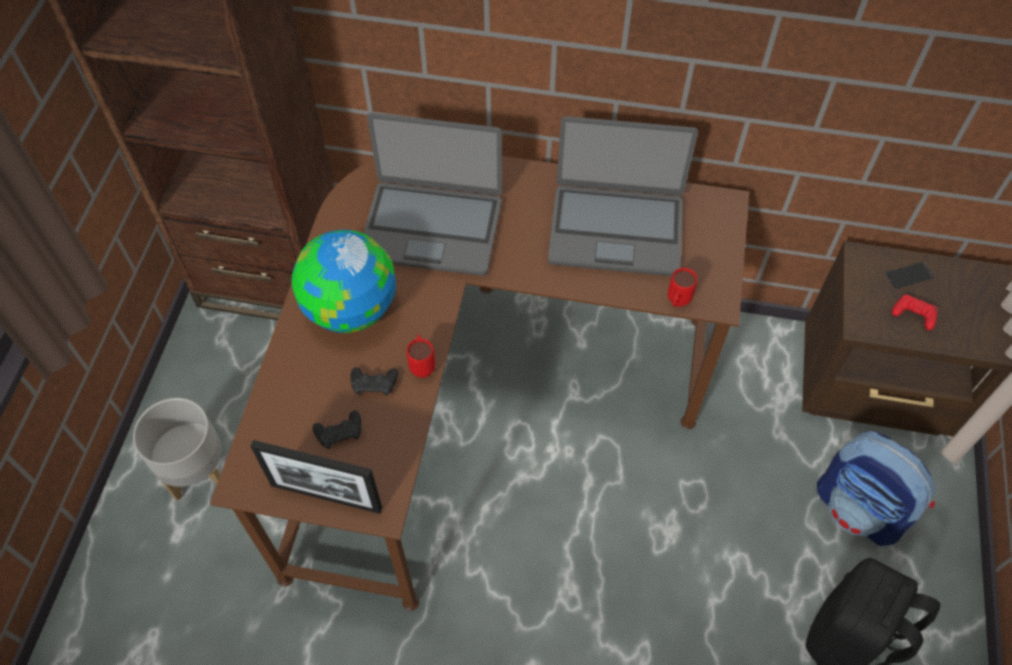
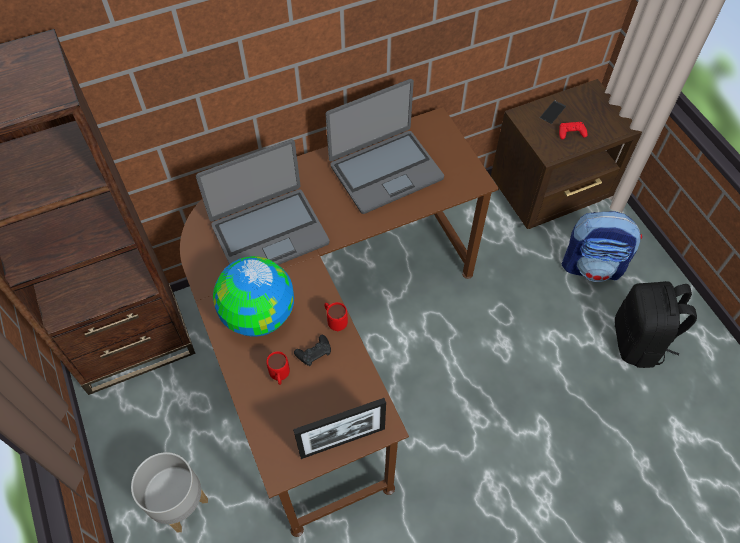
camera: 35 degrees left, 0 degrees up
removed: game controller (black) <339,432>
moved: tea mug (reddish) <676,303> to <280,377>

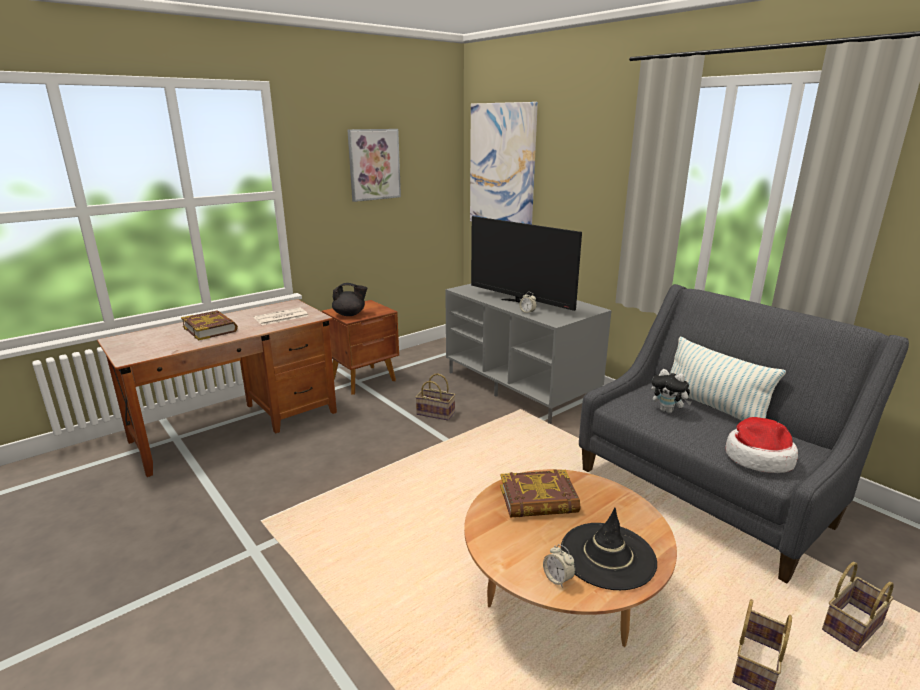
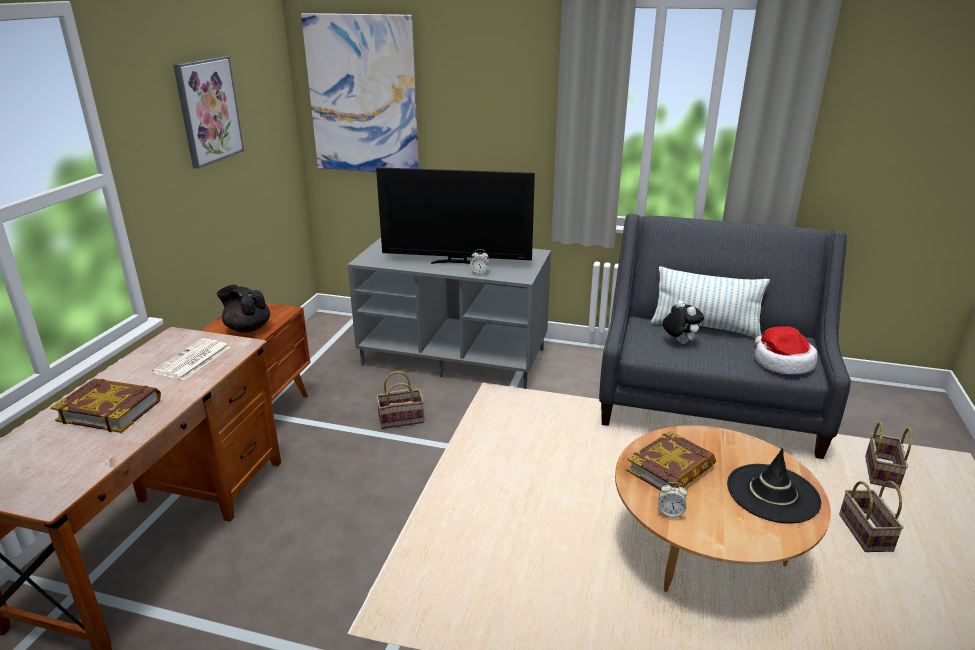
camera: 35 degrees left, 5 degrees up
moved: table clock <558,579> to <670,513>
turned: pot for tea (black) <350,314> = <247,328> 120 degrees counterclockwise; plush toy <668,411> = <679,342> 120 degrees counterclockwise

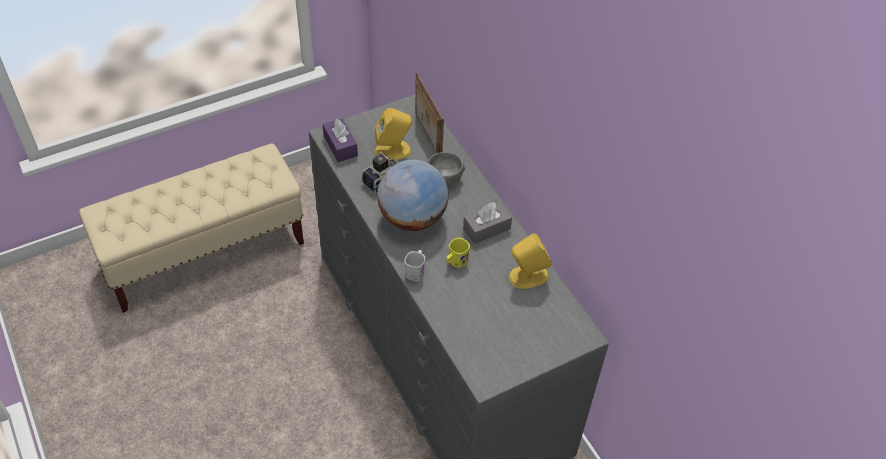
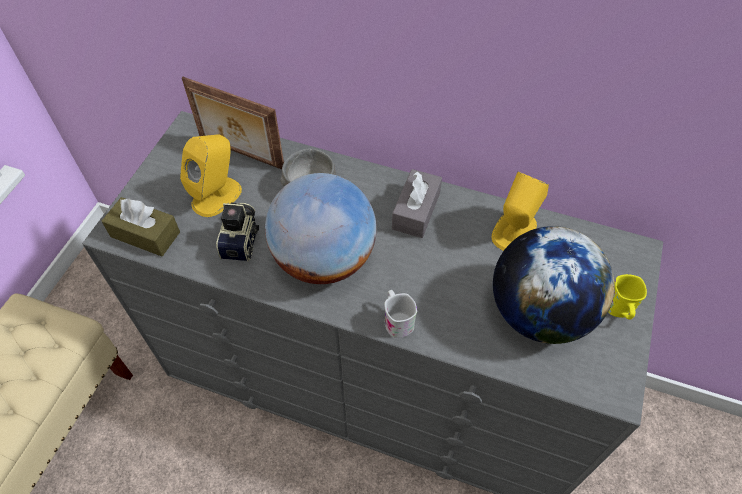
camera: 40 degrees left, 5 degrees up
added: desk globe <539,313>
moved: tea mug (yellow-coloured) <455,262> to <619,310>
recoloured: tissue box (purplish) <340,146> to tissue box (brown-coloured) <145,234>

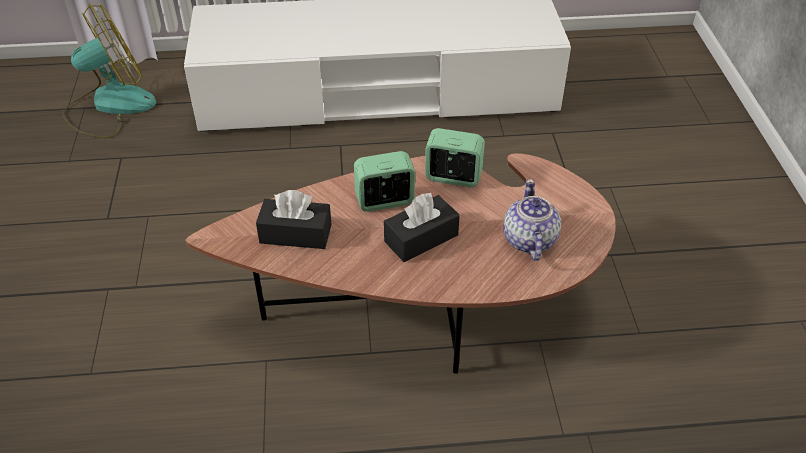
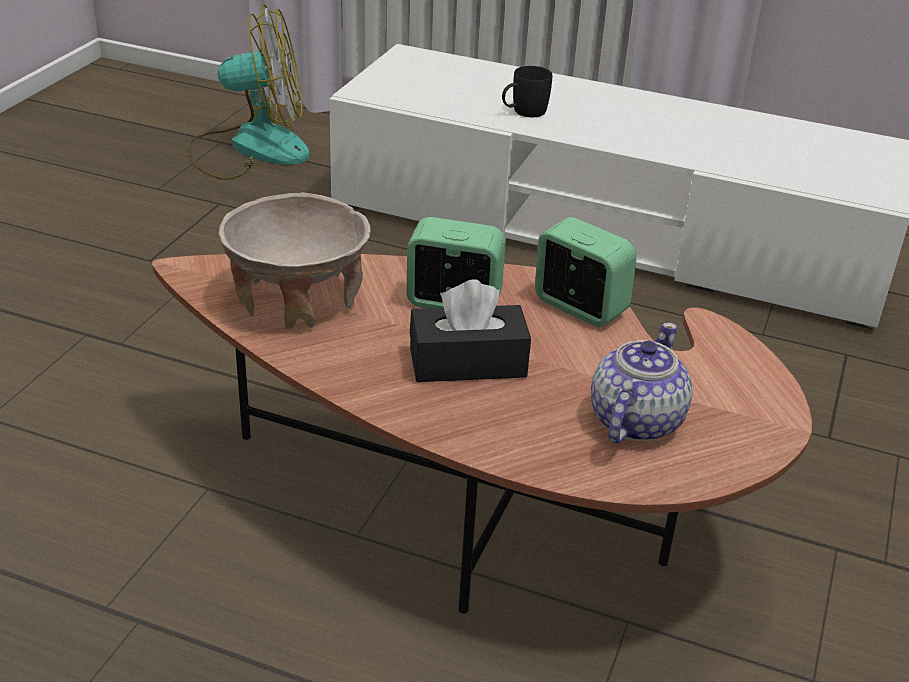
camera: 25 degrees right, 10 degrees down
added: tea mug (black) <523,112>
replaced: tissue box (black) <295,234> to serving bowl (beige) <296,300>

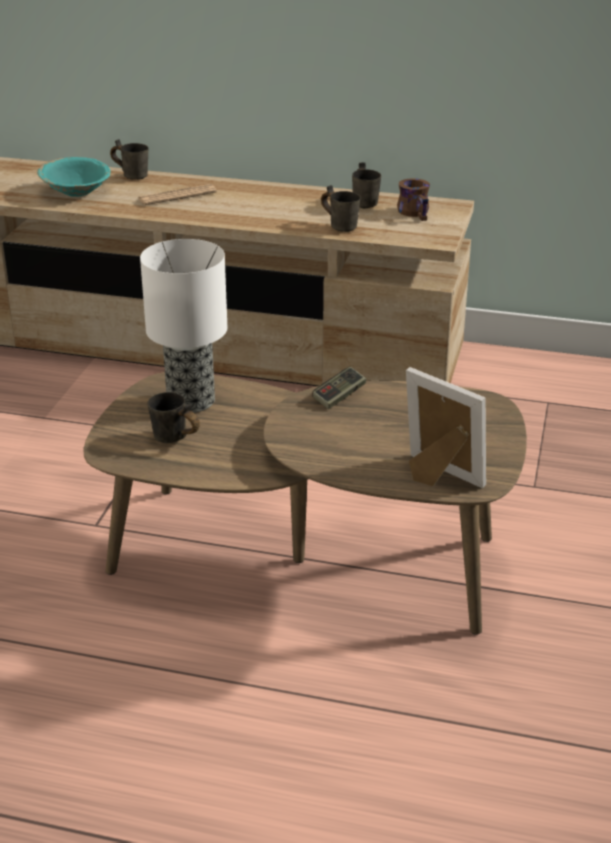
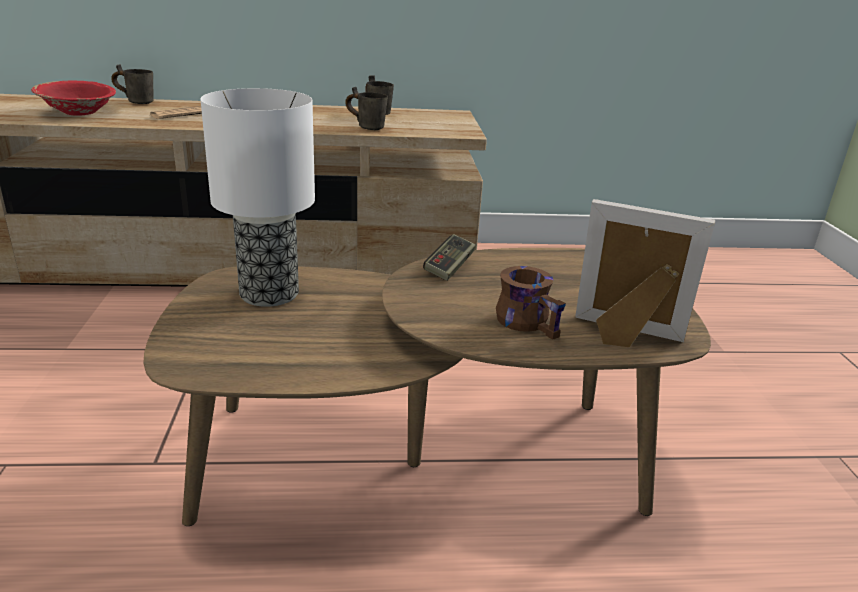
camera: 20 degrees left, 5 degrees down
removed: tea mug (grey) <173,441>
moved: tea mug (brown-coloured) <417,212> to <530,322>
recoloured: serving bowl (blue-green) <76,191> to serving bowl (reddish) <78,112>

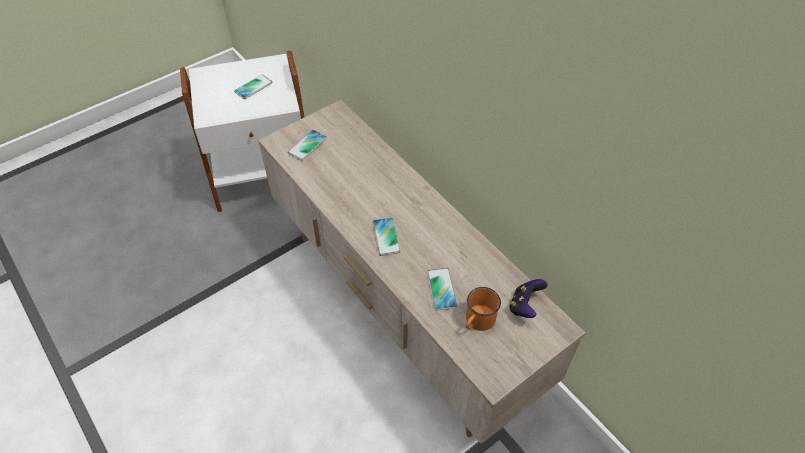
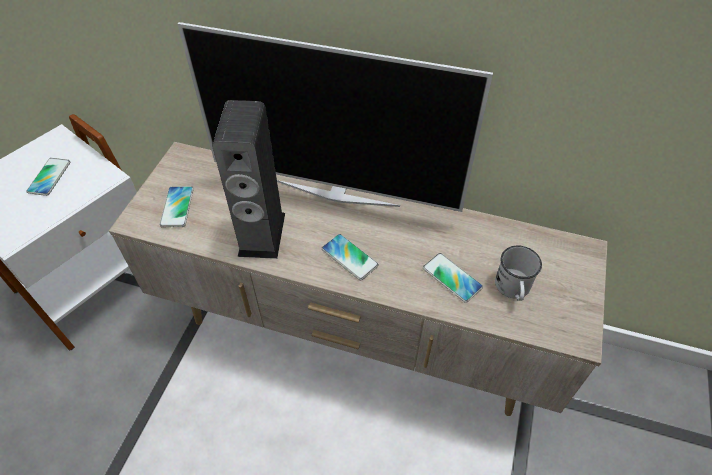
camera: 35 degrees left, 0 degrees up
removed: game controller <524,306>
added: TV <338,192>; audio speaker <262,234>
recoloured: tea mug (orange-coloured) <477,321> to tea mug (white-coloured) <513,289>

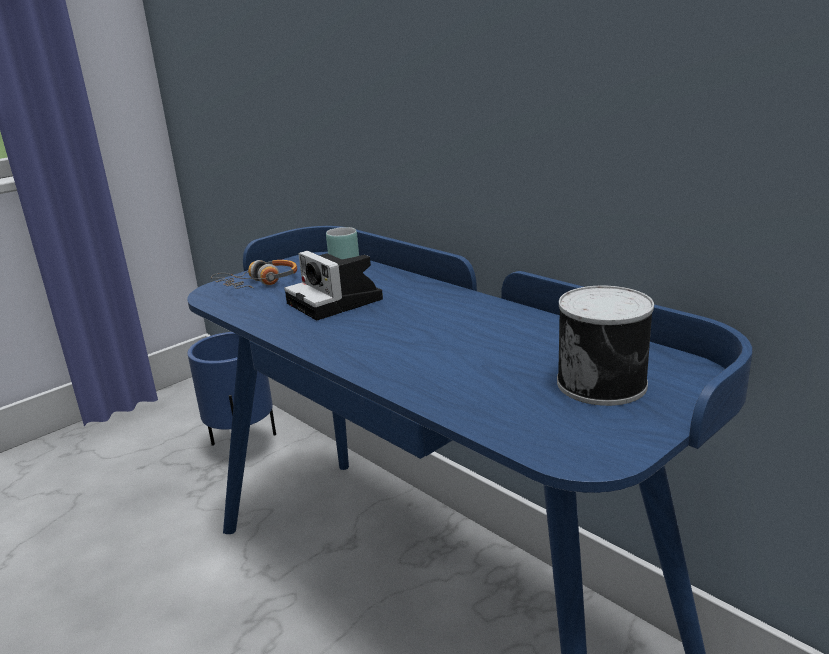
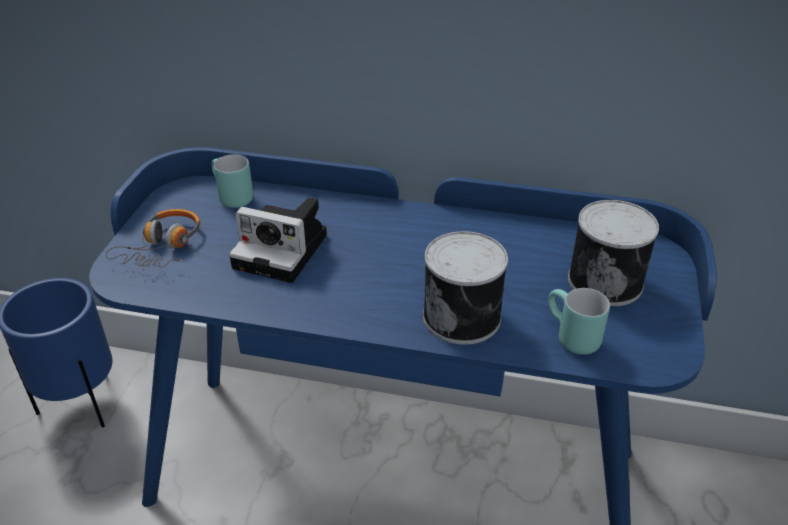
camera: 35 degrees left, 15 degrees up
added: can <463,316>; tea mug (blue-green) <569,337>

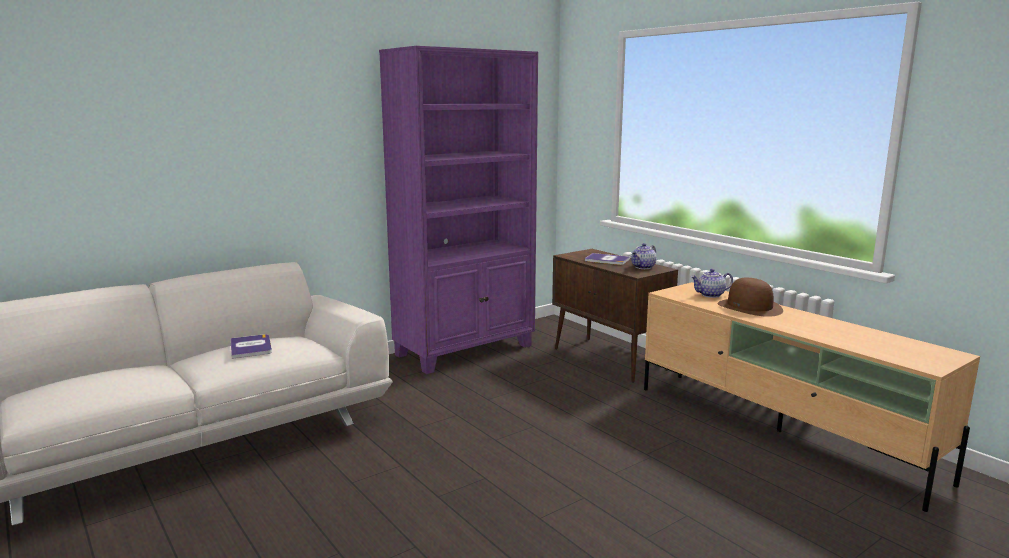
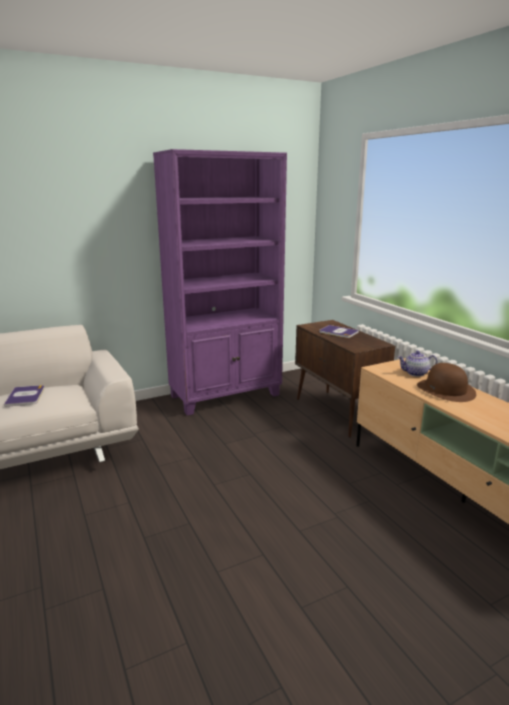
camera: 10 degrees right, 5 degrees up
removed: pot for tea <643,267>

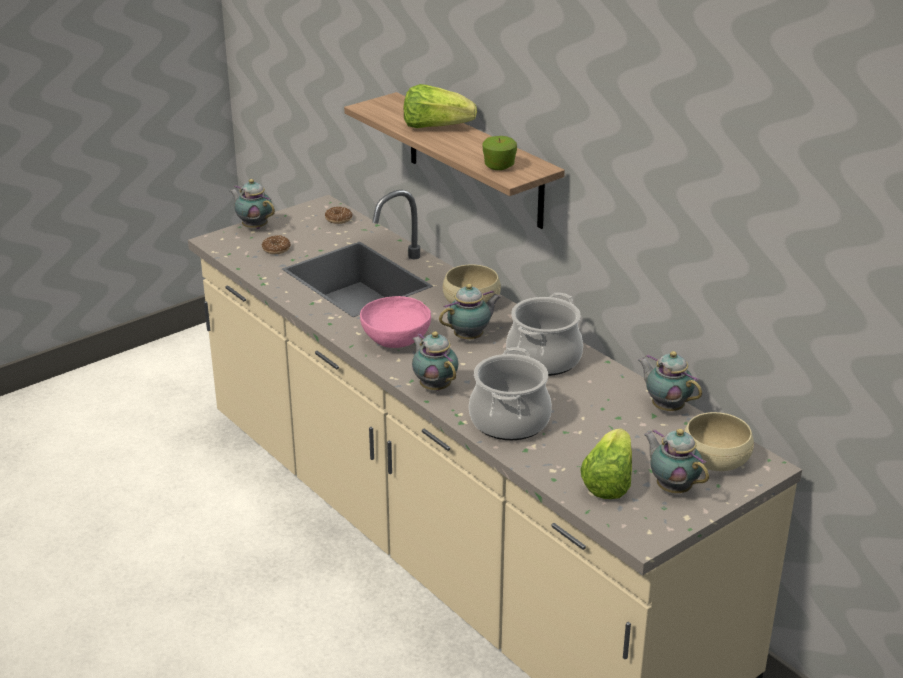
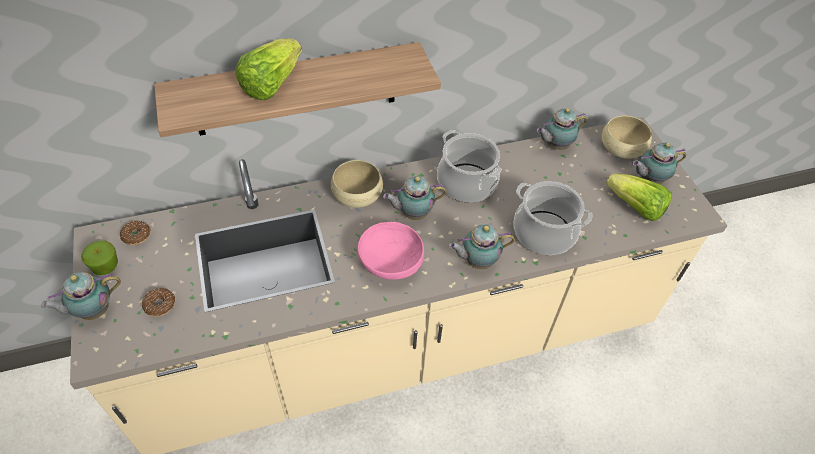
camera: 70 degrees left, 20 degrees up
moved: whole apple <499,167> to <105,266>
turned: pot for tea <470,337> = <413,214> 90 degrees counterclockwise

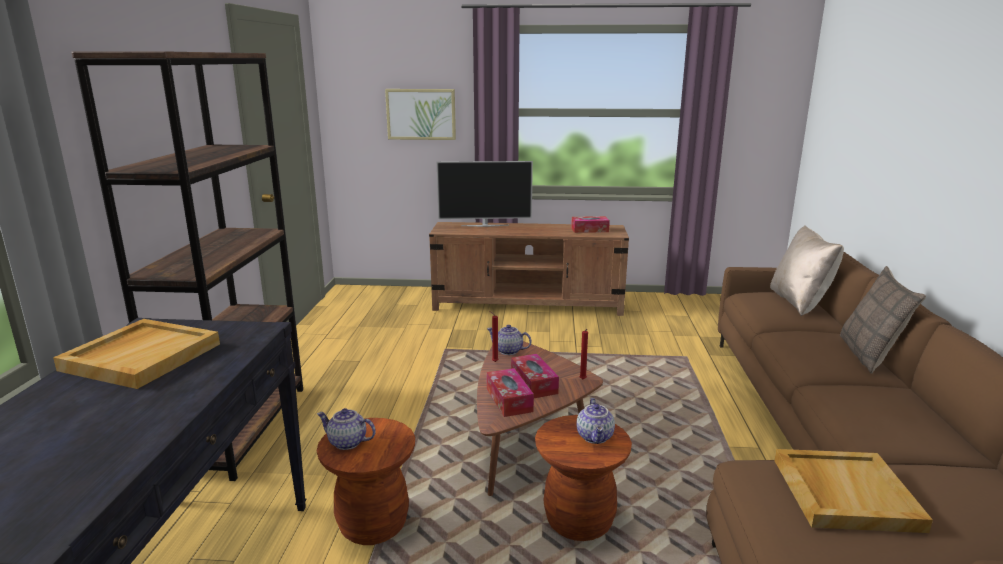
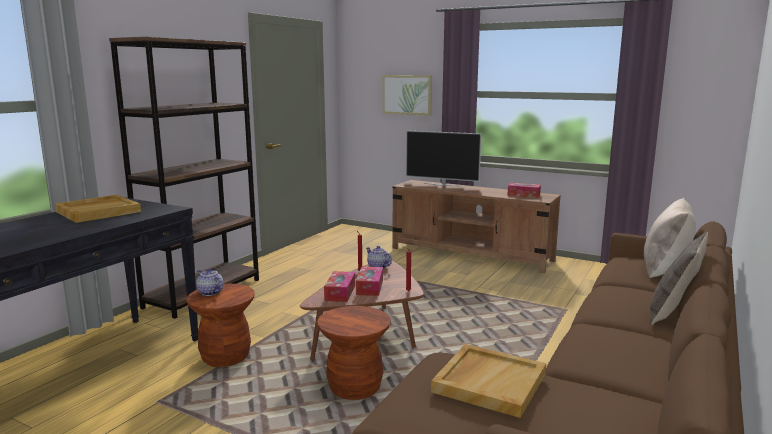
camera: 25 degrees right, 5 degrees down
removed: pot for tea <596,437>

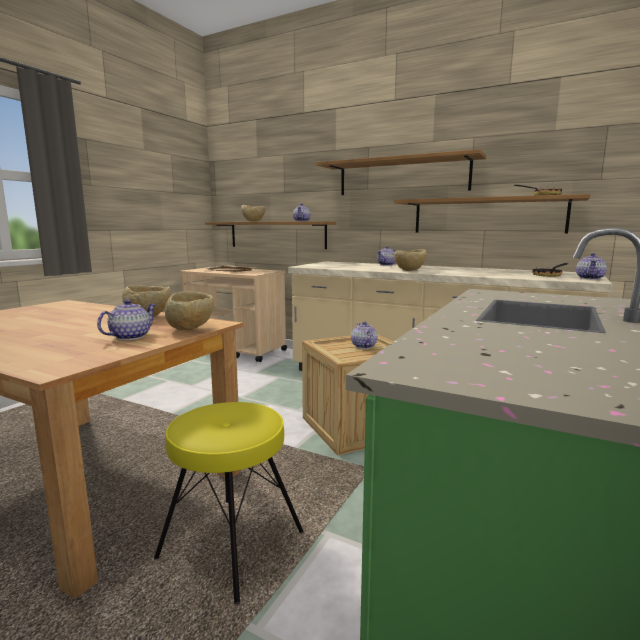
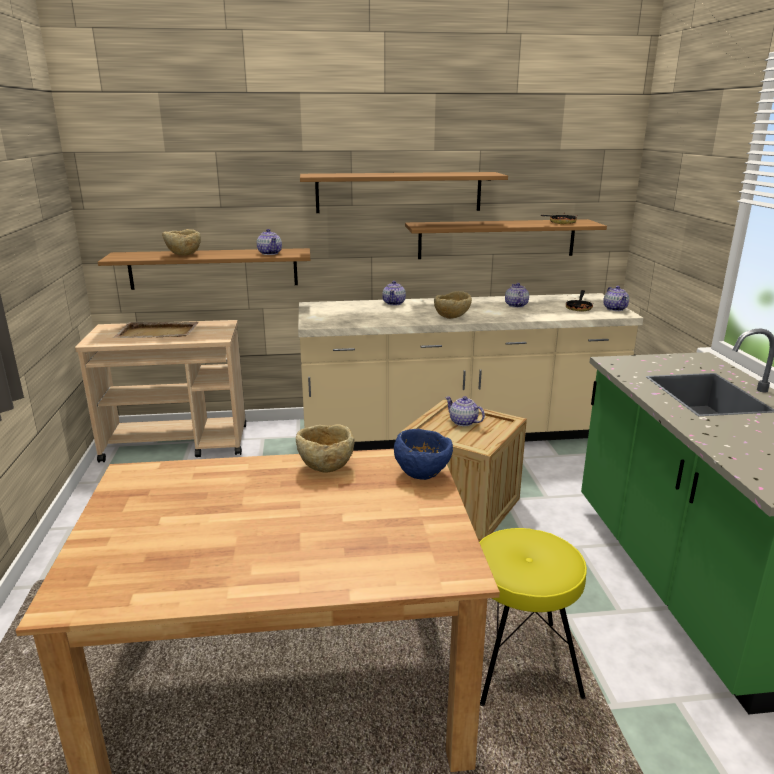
camera: 35 degrees left, 10 degrees up
moved: pot for tea <129,337> to <516,305>
recoloured: serving bowl (beige) <191,329> to serving bowl (blue-coloured) <423,473>

